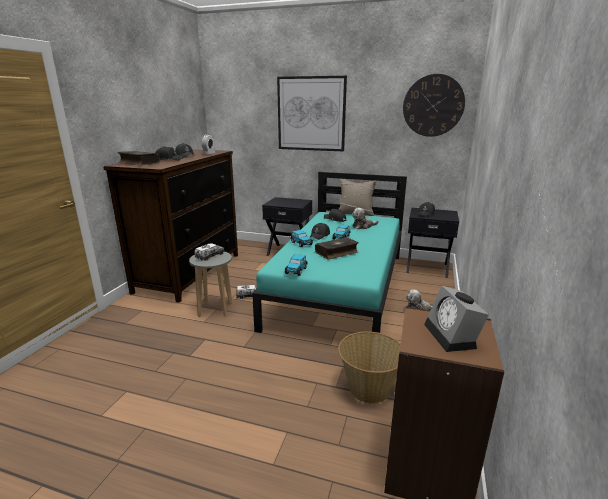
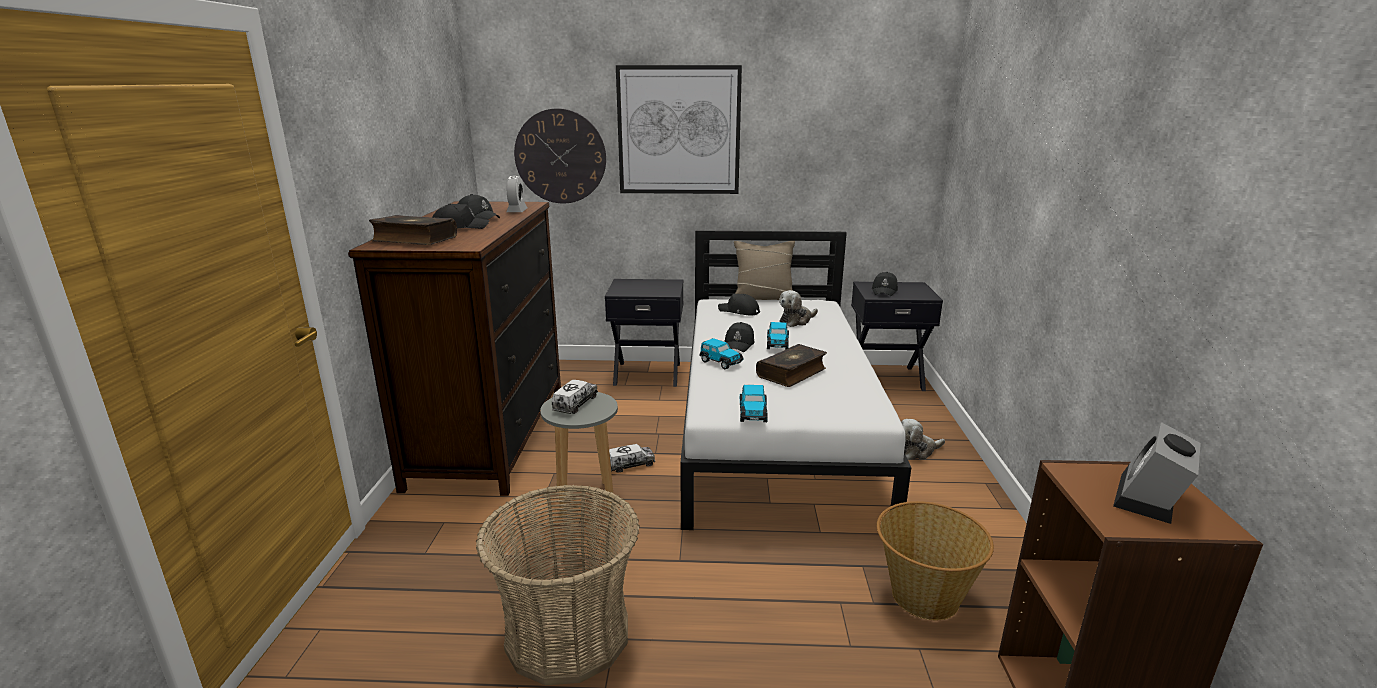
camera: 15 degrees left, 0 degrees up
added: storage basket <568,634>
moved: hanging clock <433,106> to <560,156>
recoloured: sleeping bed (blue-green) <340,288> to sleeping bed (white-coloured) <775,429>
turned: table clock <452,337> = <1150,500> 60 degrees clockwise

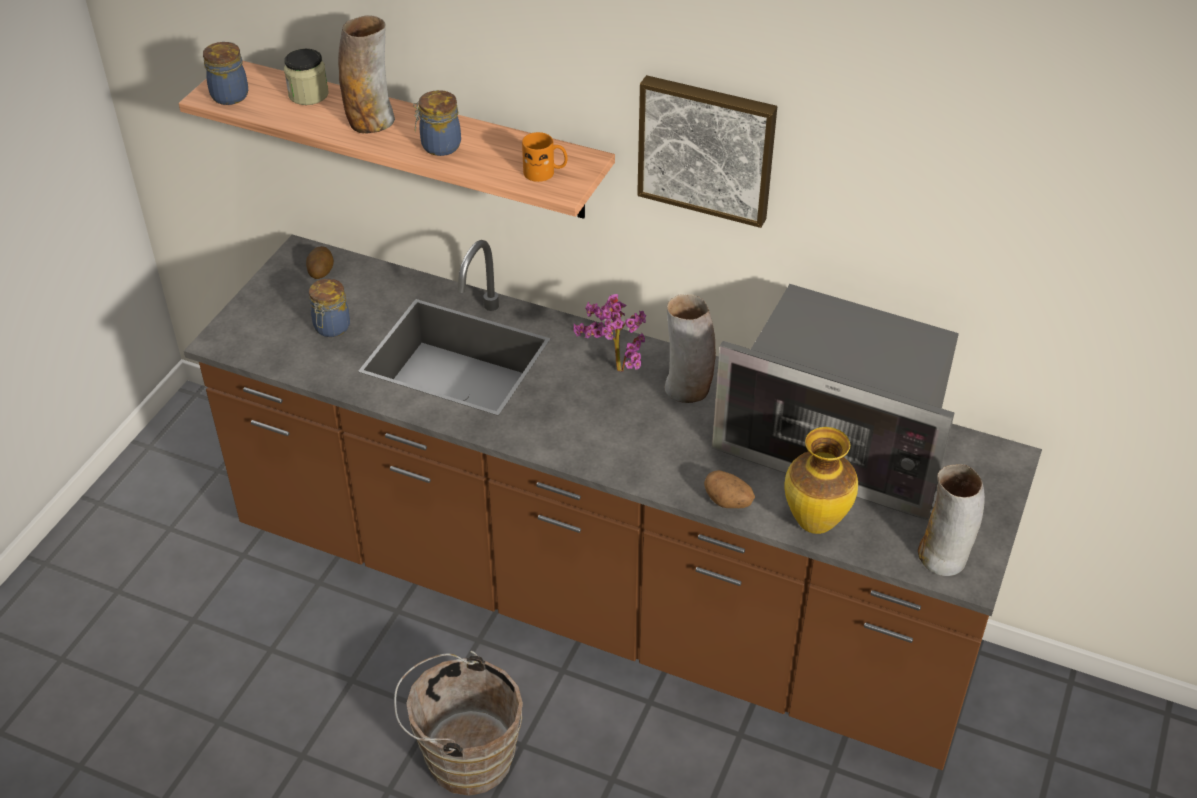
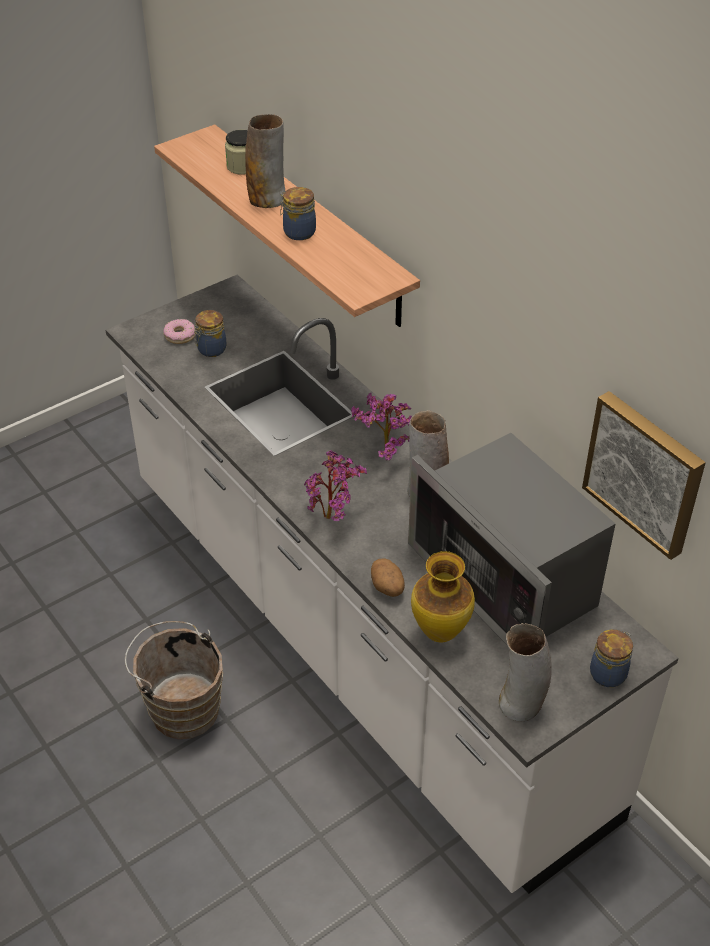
camera: 30 degrees right, 0 degrees up
removed: whole potato <321,271>; tea mug (orange-coloured) <545,172>
added: doughnut <180,335>; houseplant <333,517>
moved: storage jar <231,95> to <609,673>; wall art <707,148> to <645,472>
recoloured: kitchen counter (brown-coloured) <598,598> to kitchen counter (white-coloured) <355,641>

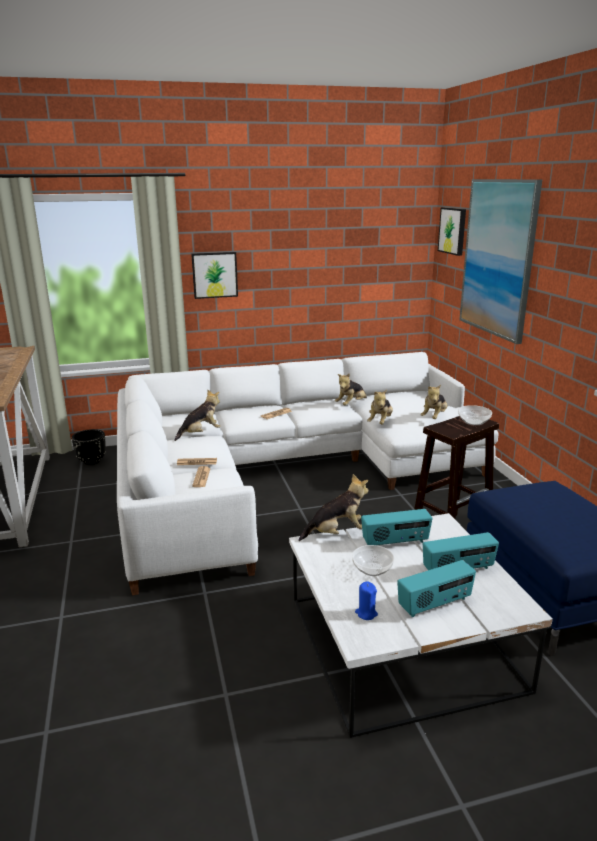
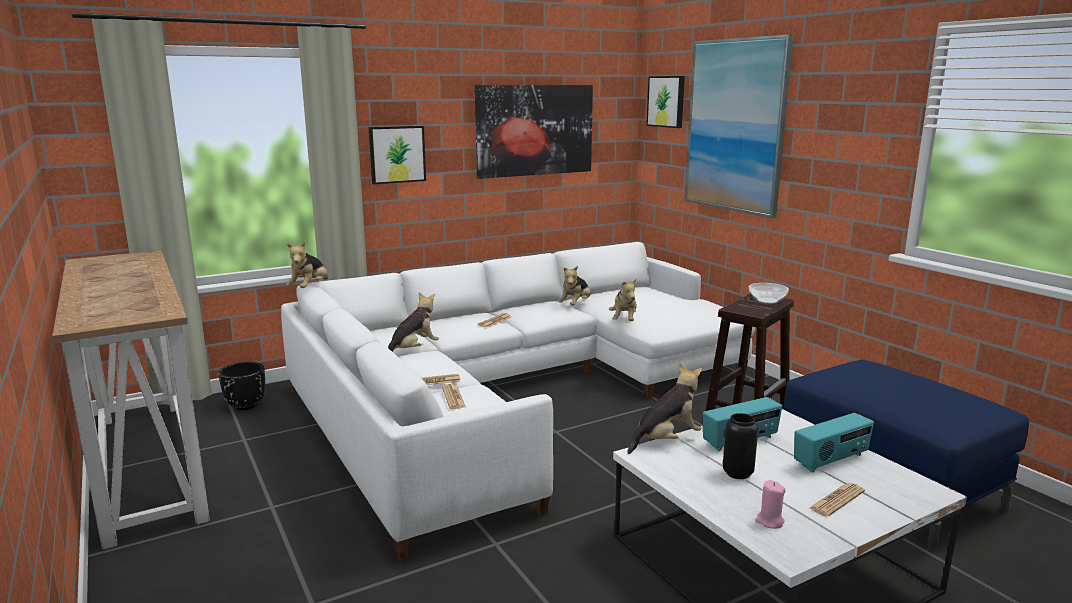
camera: 15 degrees left, 5 degrees down
added: wall art <534,130>
moved: plush toy <434,417> to <309,288>
replaced: serving bowl <372,569> to flower vase (black) <737,473>; radio set <435,604> to printed paper <836,500>
recoloured: wax light (blue-coloured) <366,613> to wax light (pink) <769,521>

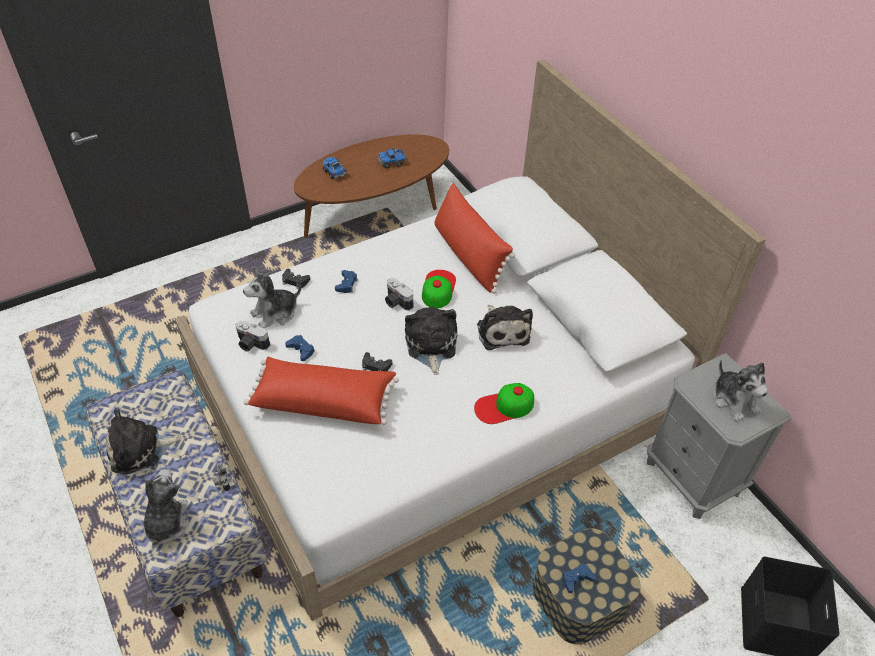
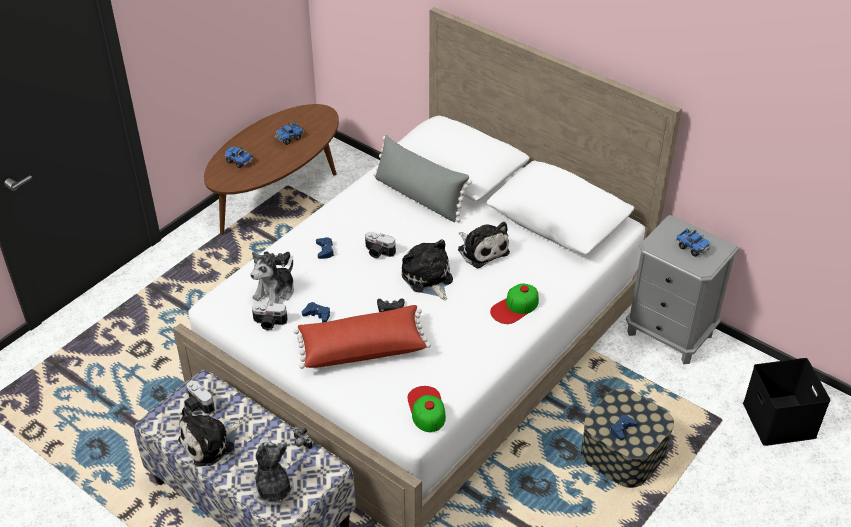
camera: 20 degrees left, 5 degrees down
added: photo camera <197,405>
moved: peaked cap <438,288> to <426,408>
replaced: plush toy <734,400> to model truck <692,247>
recoloured: cushion (reddish) <468,255> to cushion (grey) <419,197>

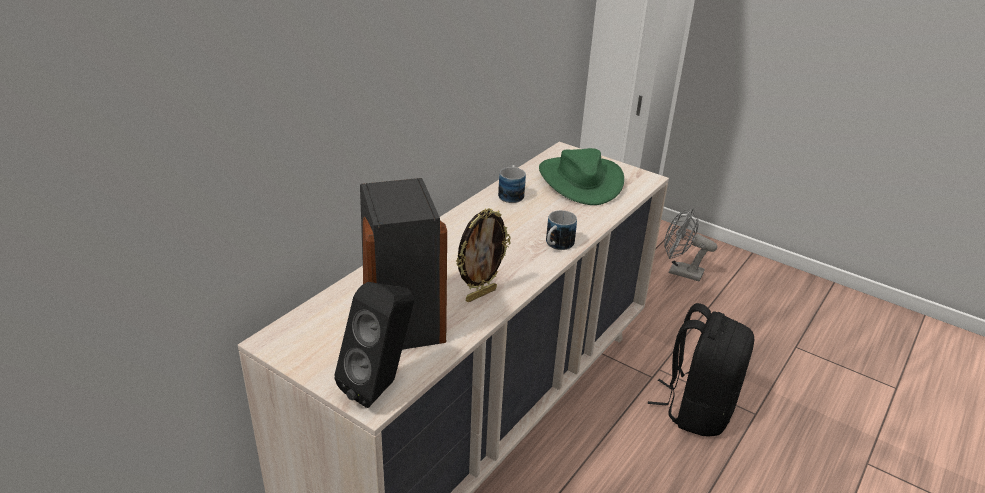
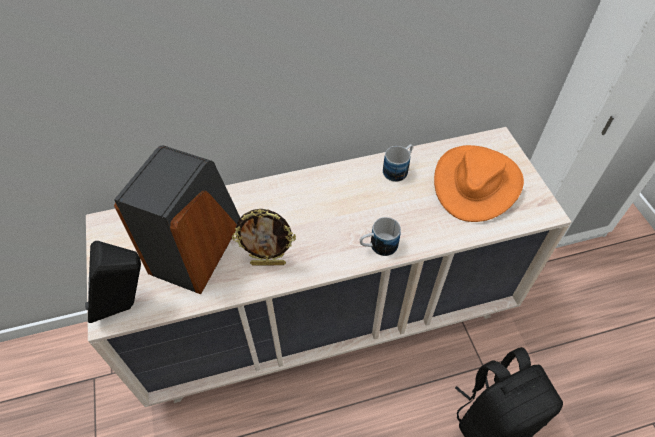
camera: 40 degrees right, 20 degrees up
removed: electric fan (grey) <680,272>
recoloured: wearable hat (green) <580,180> to wearable hat (orange-coloured) <476,183>

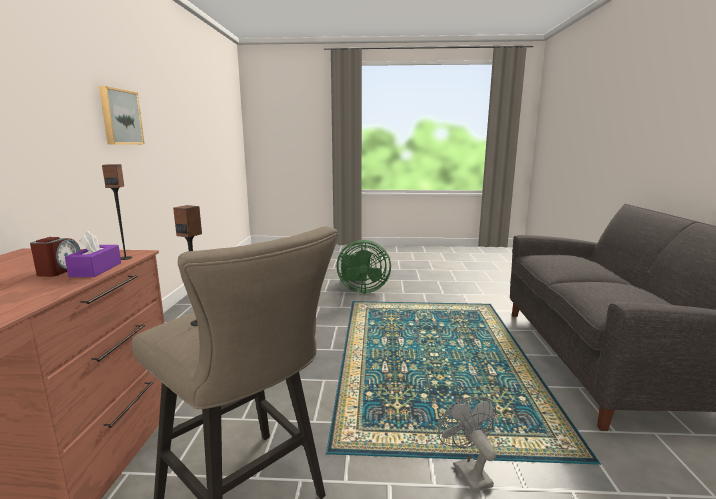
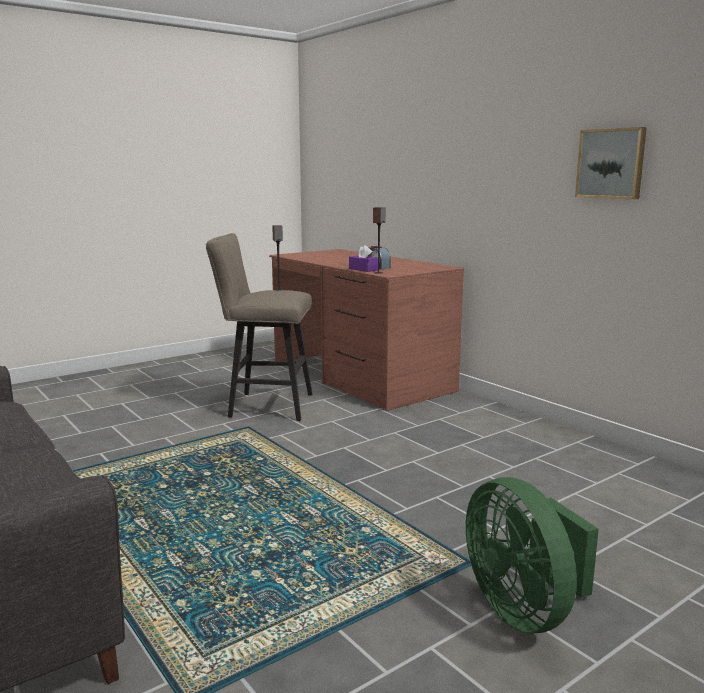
camera: 140 degrees right, 0 degrees up
removed: electric fan (grey) <467,471>
turned: electric fan (green) <361,290> = <524,610> 75 degrees counterclockwise

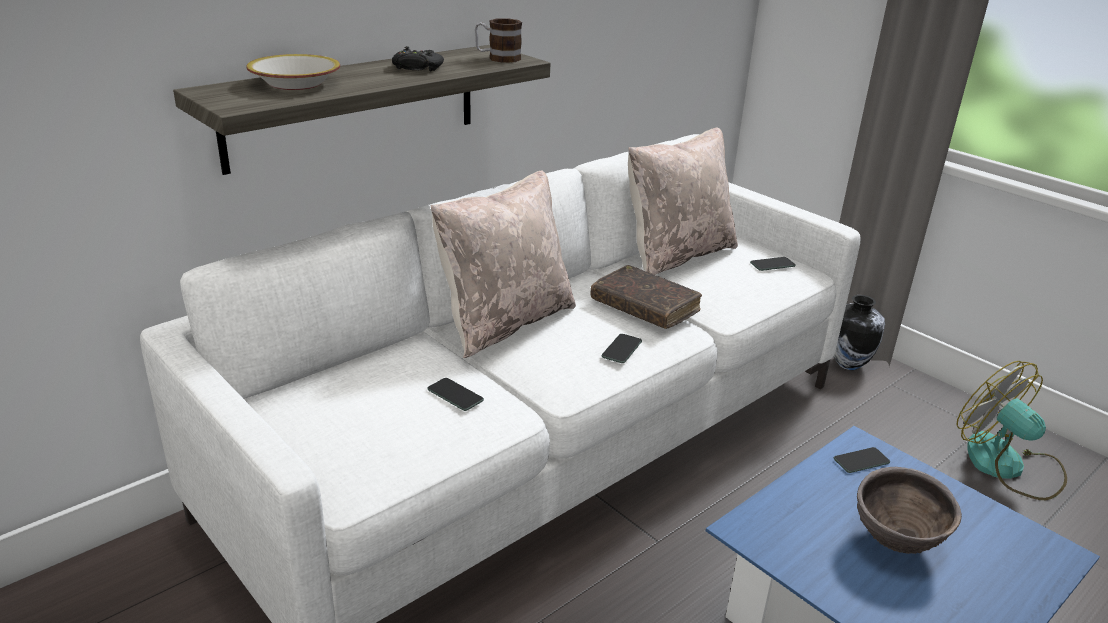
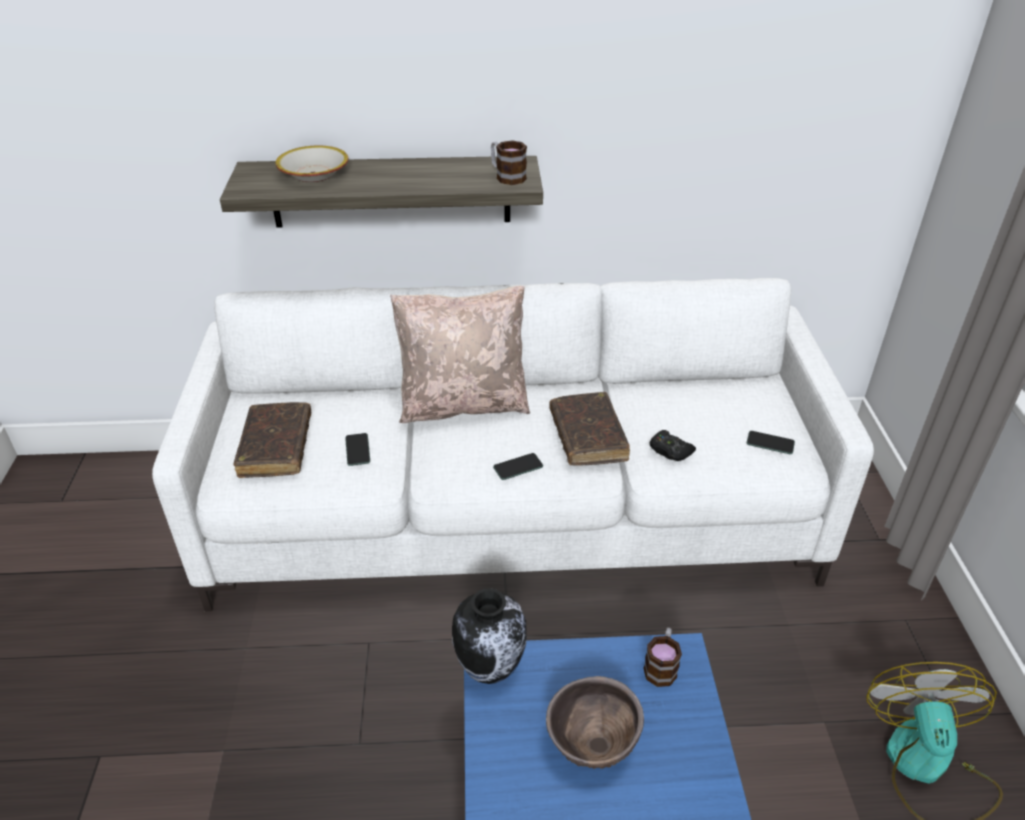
camera: 40 degrees right, 10 degrees up
removed: cushion (beige) <676,255>
added: book (brown-coloured) <276,447>
moved: game controller (black) <417,68> to <670,450>; flower vase <848,364> to <491,669>
replaced: handset <861,461> to tea mug <661,666>

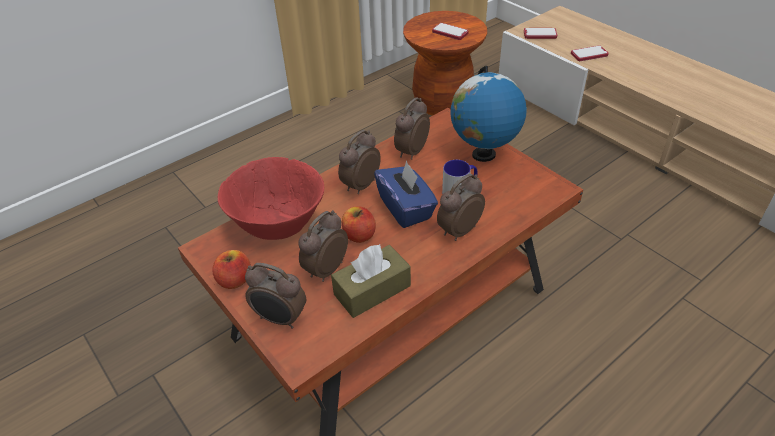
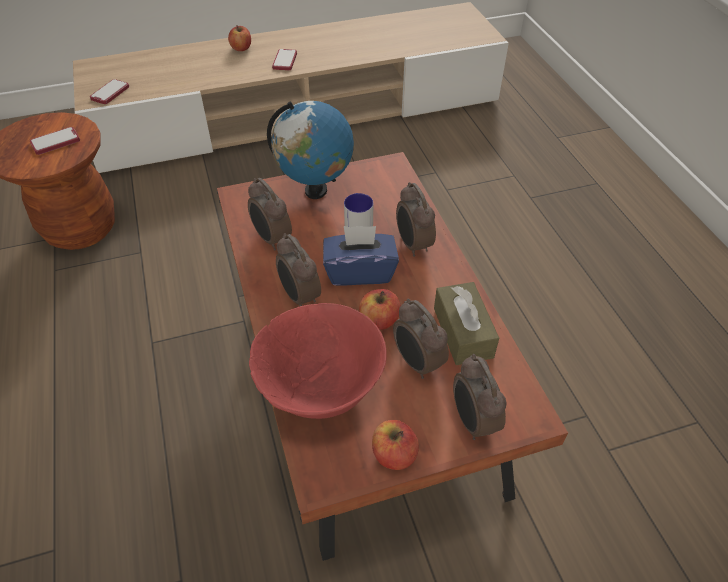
camera: 70 degrees left, 5 degrees up
added: whole apple <241,48>
moved: handset <589,54> to <285,61>
turned: table clock <280,319> = <472,421> 120 degrees clockwise

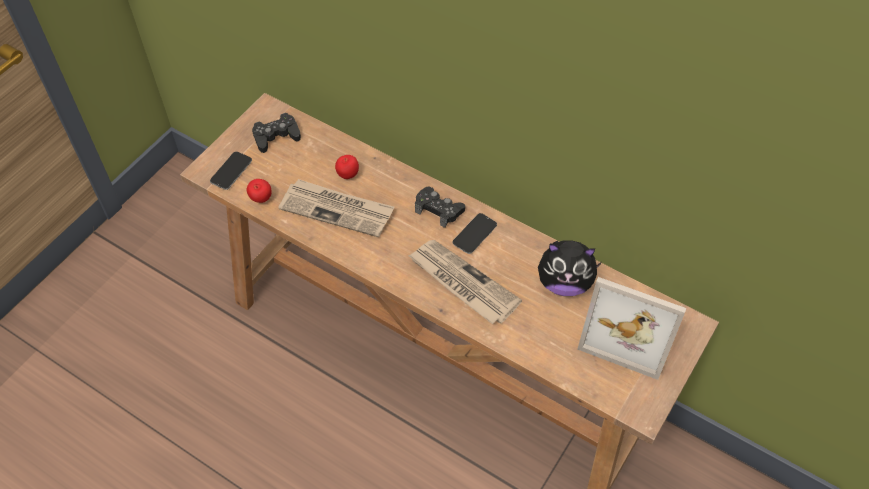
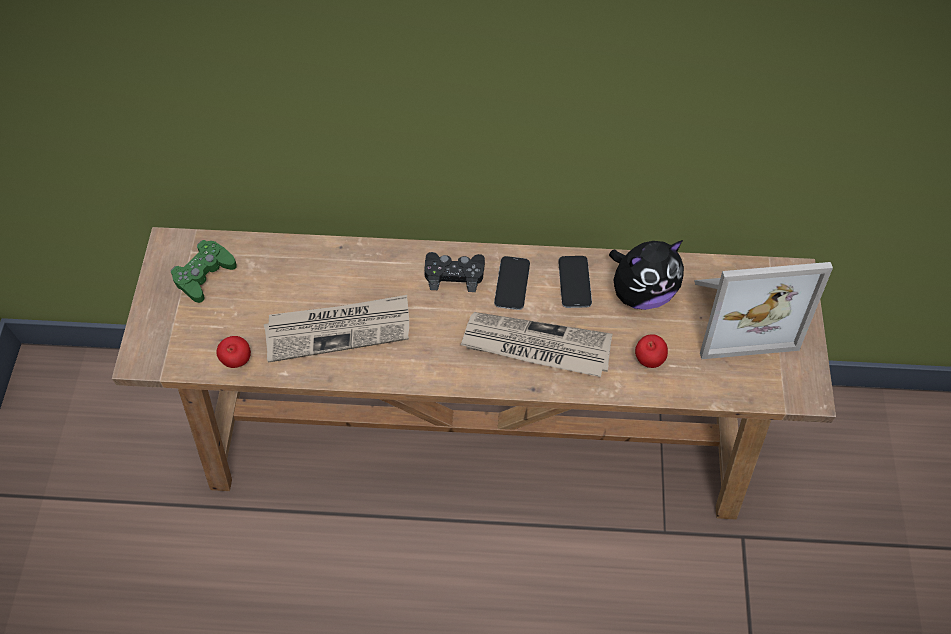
camera: 30 degrees left, 5 degrees up
moved: handset <231,171> to <574,282>; whole apple <348,175> to <648,359>
recoloured: game controller (black) <276,136> to game controller (green) <204,274>

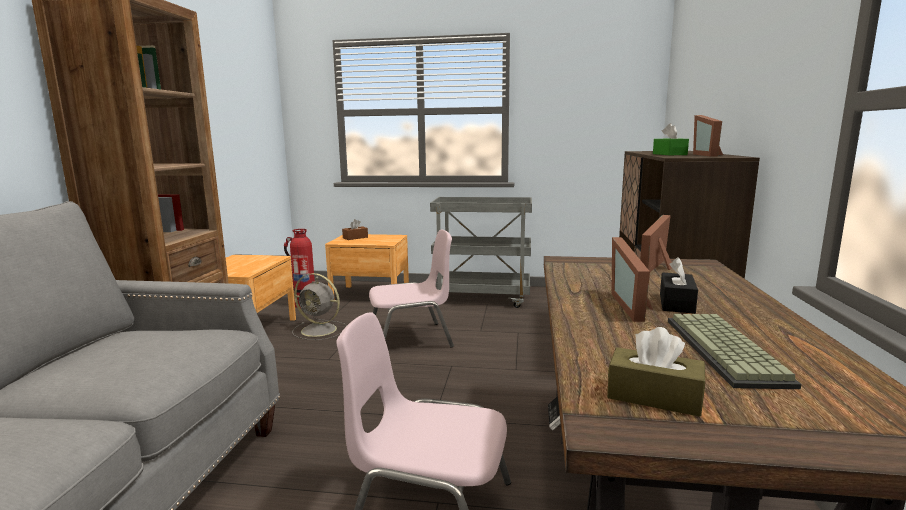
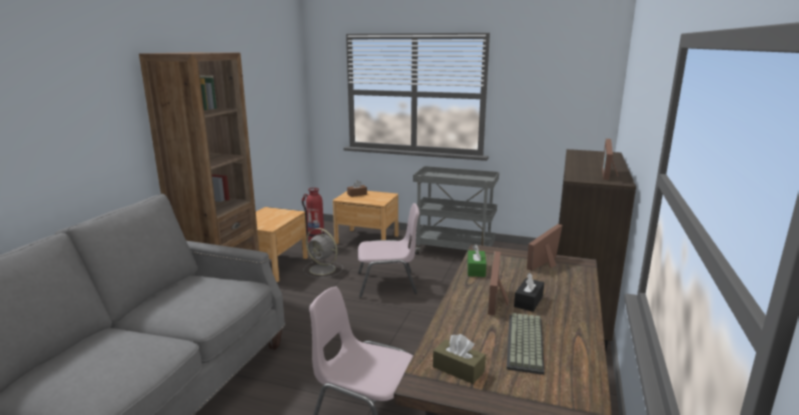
camera: 10 degrees right, 5 degrees up
moved: tissue box (green) <669,154> to <476,269>

